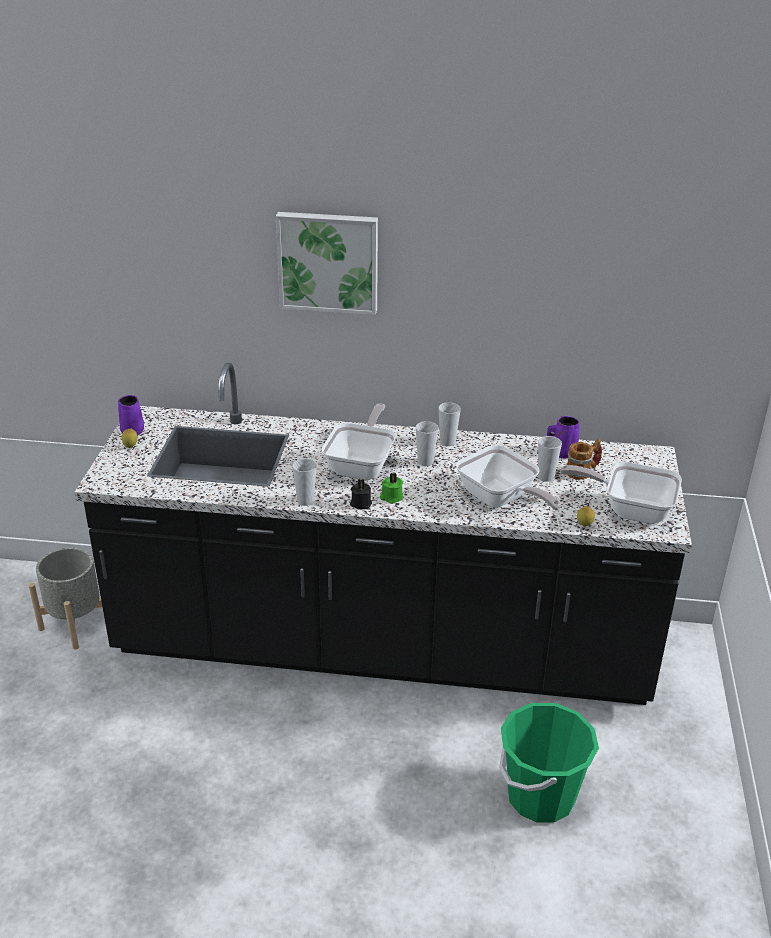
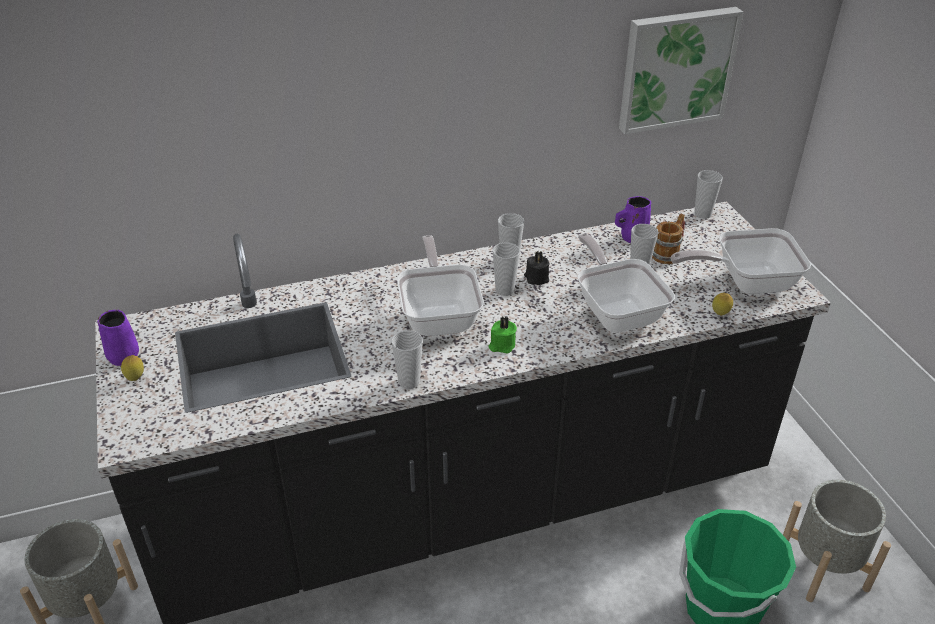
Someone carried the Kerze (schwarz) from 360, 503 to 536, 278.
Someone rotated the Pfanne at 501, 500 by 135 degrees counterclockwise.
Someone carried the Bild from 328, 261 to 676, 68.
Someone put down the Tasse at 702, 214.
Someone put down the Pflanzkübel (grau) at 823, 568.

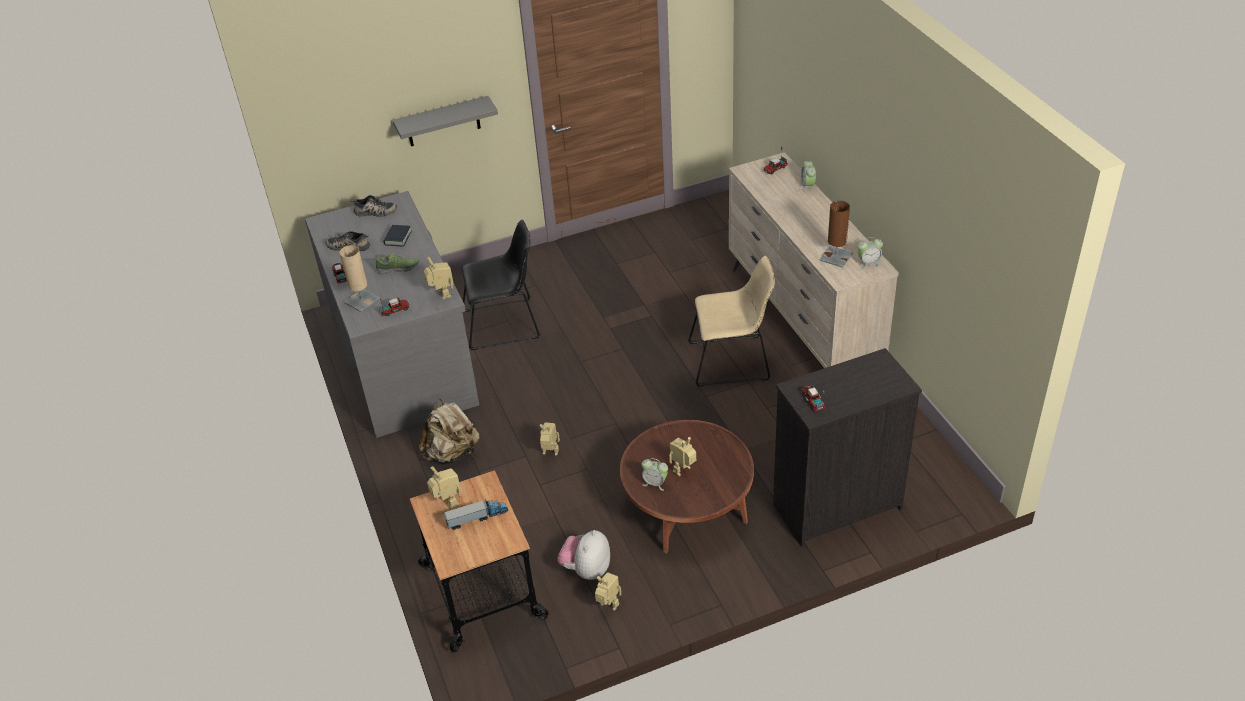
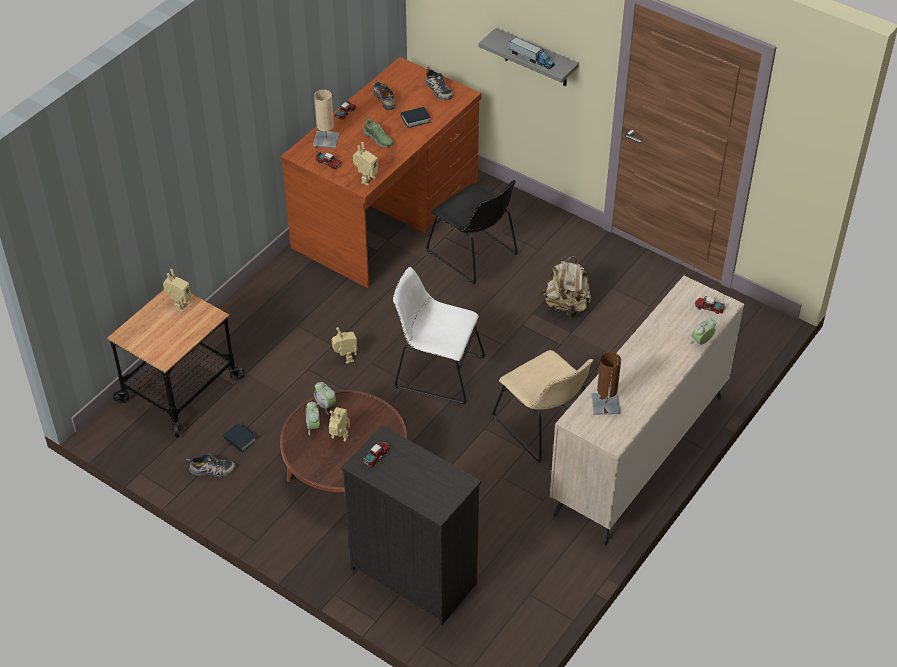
Someone swapped the Spielzeugroboter at 608, 606 for the Schuh at 211, 470.
Someone swapped the Plüschtier at 586, 569 for the Buch at 240, 440.
Someone repainted the Schreibtisch (grau) at 403, 358, which became the Schreibtisch (braun) at 387, 216.
Someone carried the Wecker from 868, 263 to 325, 405.
Someone put down the Stuhl (weiß) at 436, 371.
Someone carried the Spielzeuglaster from 477, 518 to 531, 58.
Someone carried the Rucksack (beige) from 452, 453 to 566, 306.

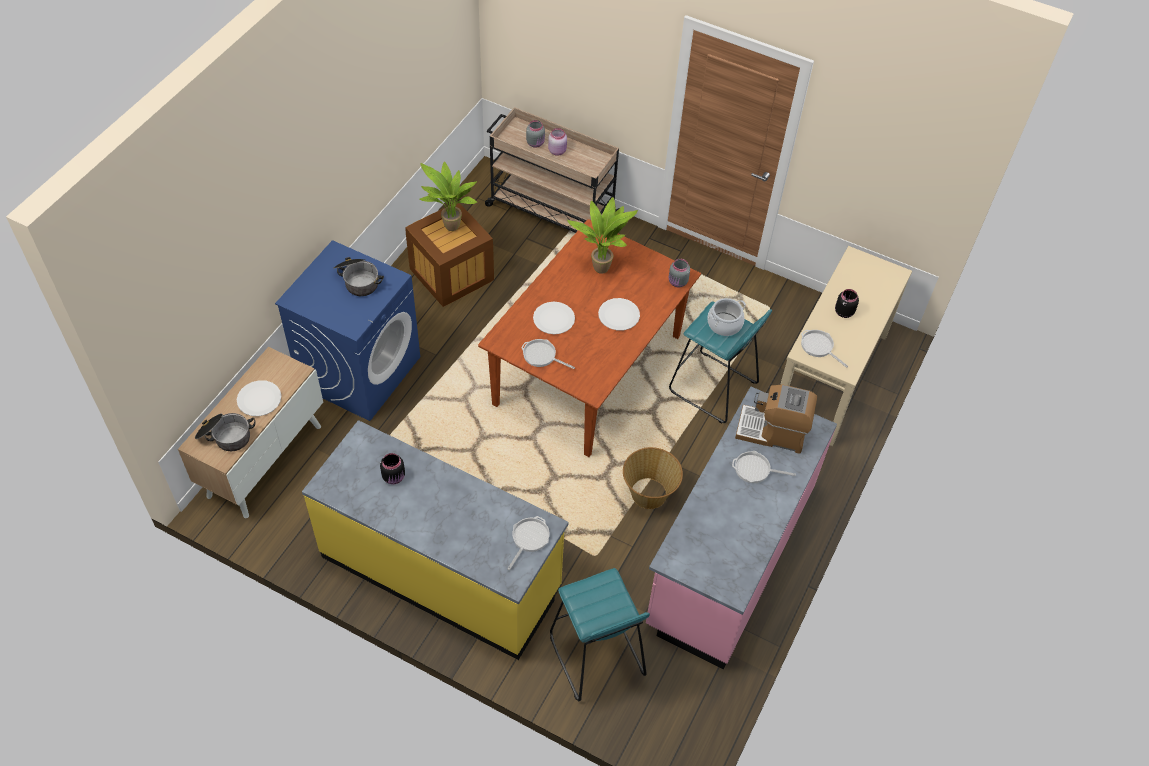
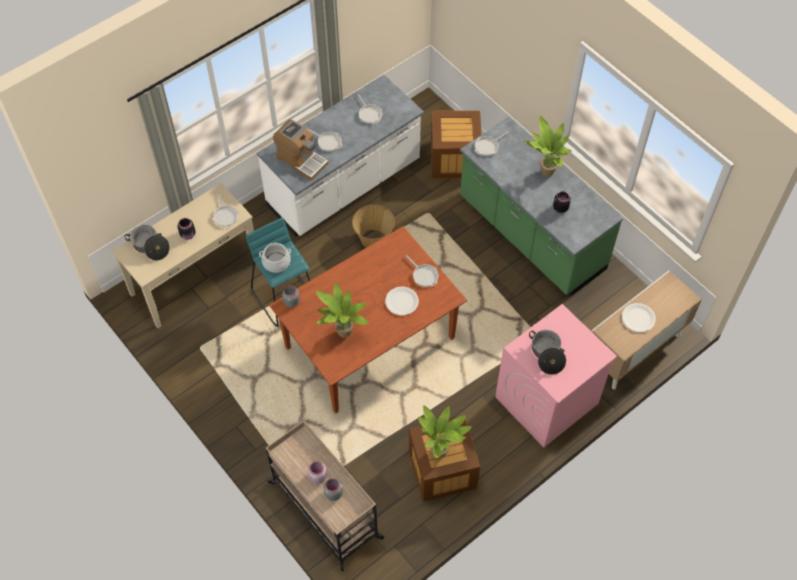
Someone carried the Kochtopf from 225, 437 to 150, 247.
Someone repainted the Küchenzeile (rosa) at 728, 557, which became the Küchenzeile (weiß) at 344, 185.
Someone put down the Pfanne at 369, 114.
Someone swapped the Hocker (türkis) at 596, 656 for the Kiste at 454, 159.
Someone repainted the Küchenzeile (gelb) at 441, 571, which became the Küchenzeile (grün) at 530, 235.
Someone repainted the Waschmaschine (blau) at 359, 371, which became the Waschmaschine (rosa) at 546, 401.
Someone put down the Topfpflanze at 545, 173.
Someone took away the Teller (weiß) at 619, 315.

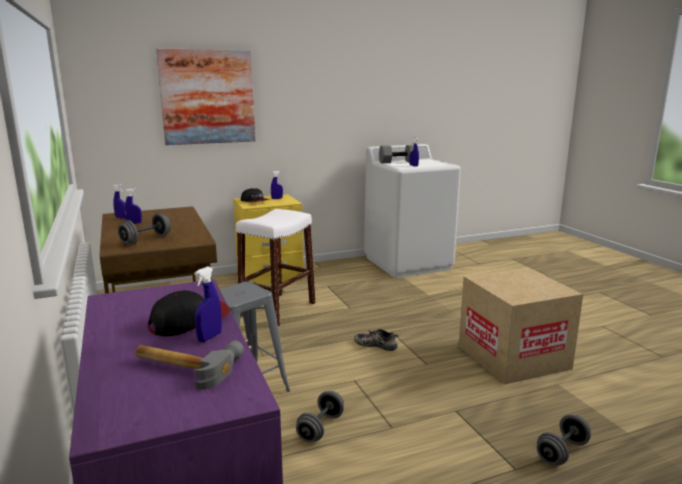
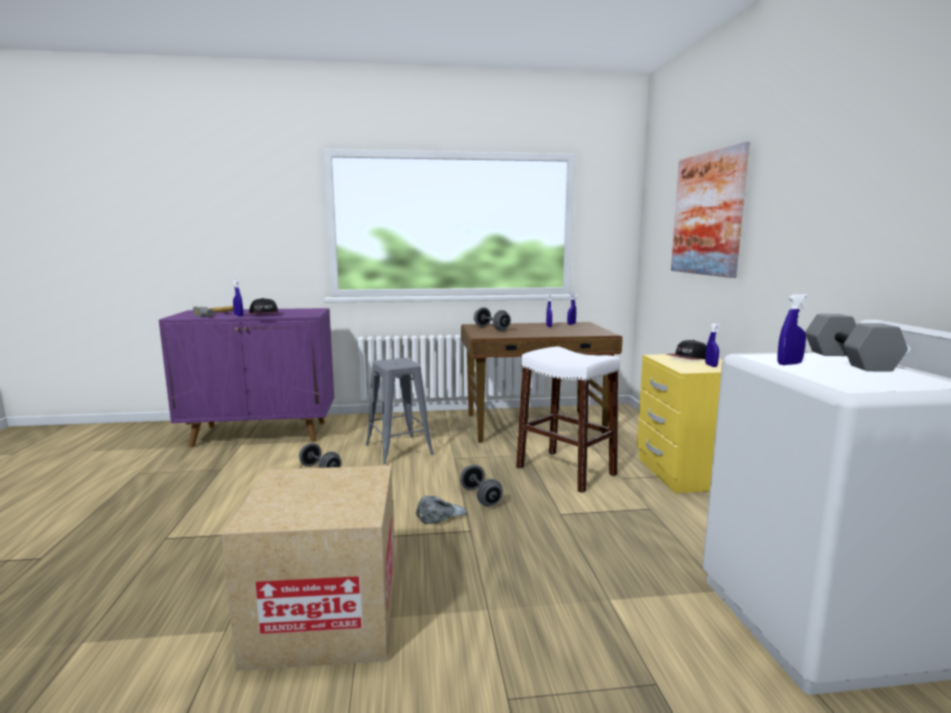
Someone swapped the Schuh at 376, 344 for the Kappe (grau) at 441, 514.
Someone carried the Hantel (grau) from 562, 452 to 480, 497.

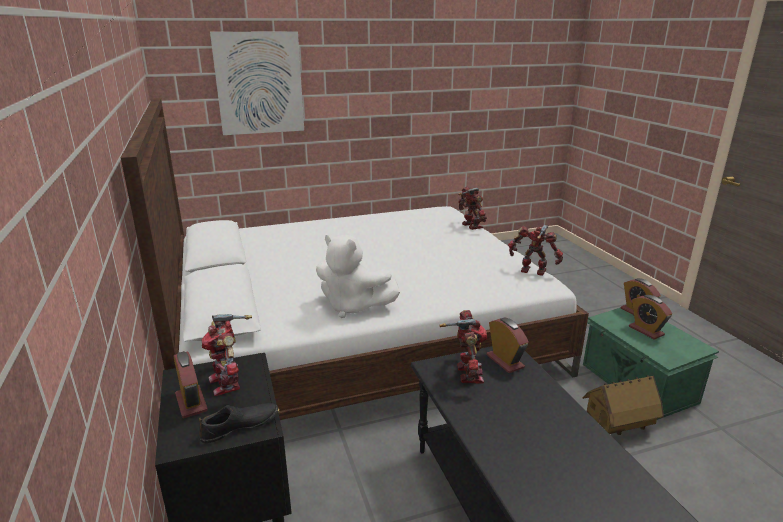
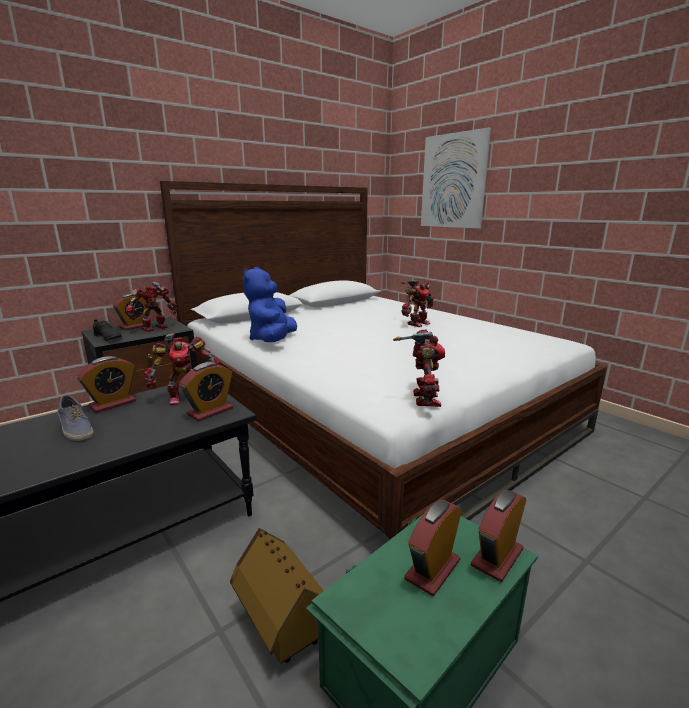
Someone put down the Schuh at 75, 429.
Someone put down the Wecker at 113, 404.
Someone repainted the Plüschtier (weiß) at 353, 306, which became the Plüschtier (blau) at 272, 340.
Someone carried the Spielzeugroboter from 470, 226 to 417, 323.

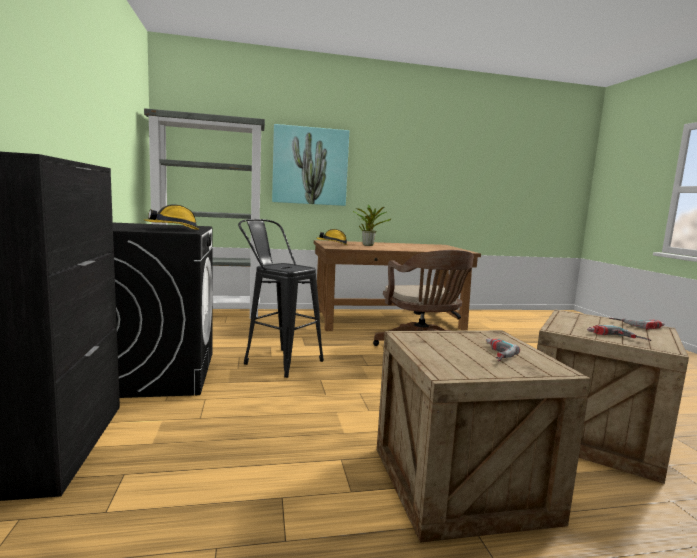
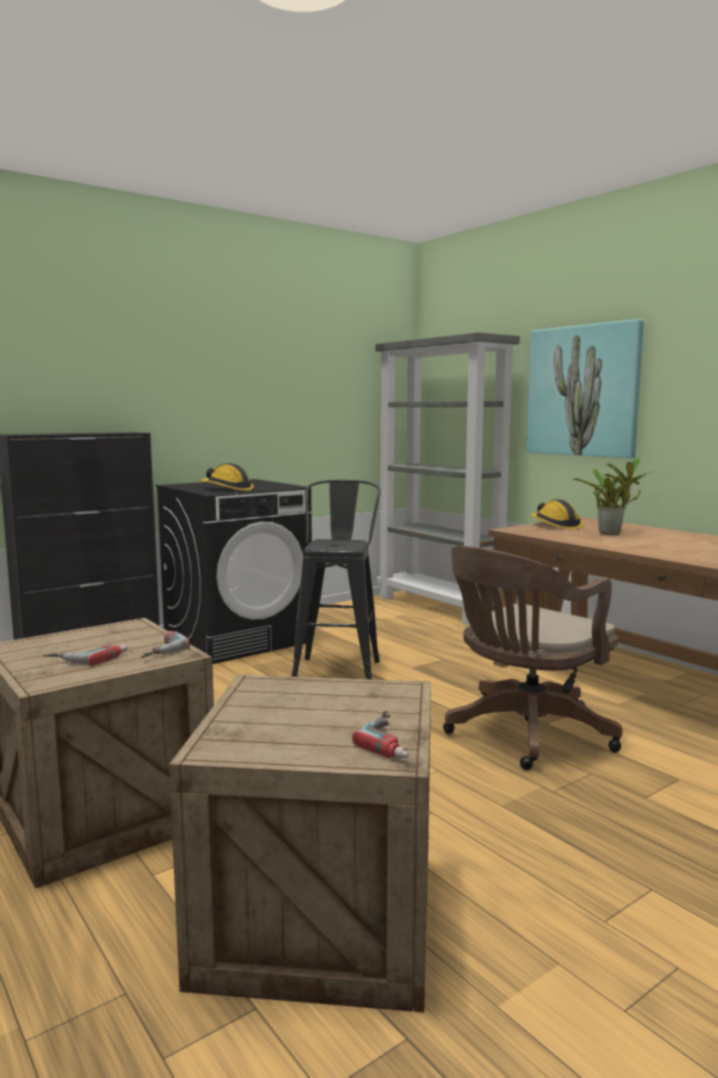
Someone carried the Bohrmaschine from 616, 338 to 158, 649.

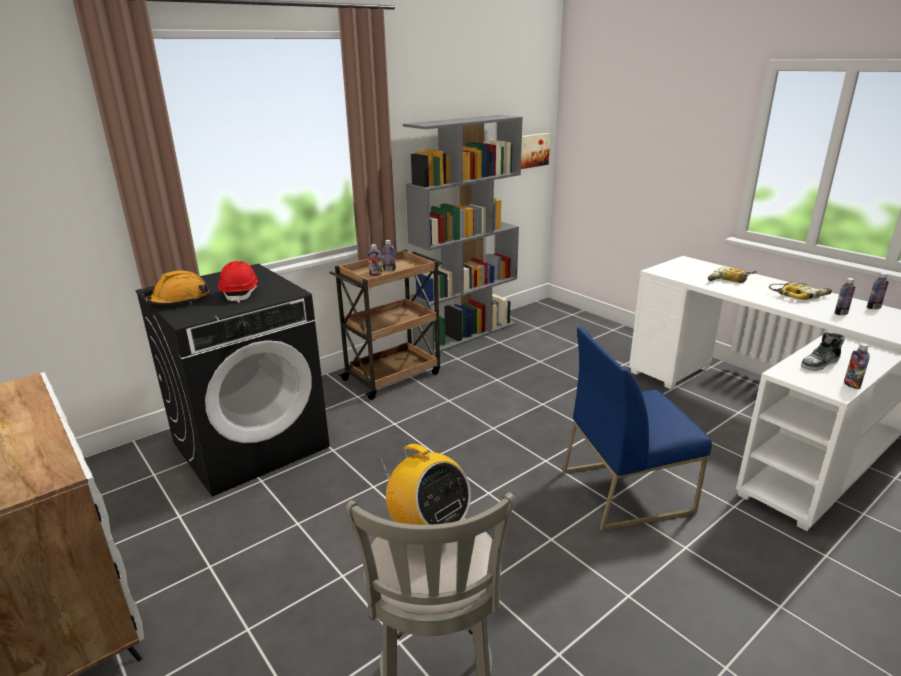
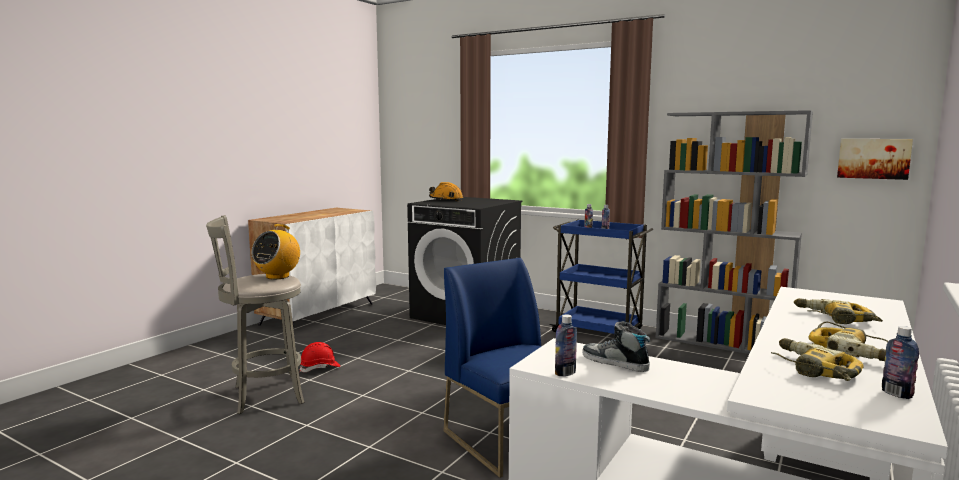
Someone carried the Schutzhelm (rot) from 241, 293 to 320, 368.
Someone repainted the Rollwagen (braun) at 393, 376, which became the Rollwagen (blau) at 599, 332.
Someone swapped the Flasche at 841, 313 for the Bohrmaschine at 811, 369.

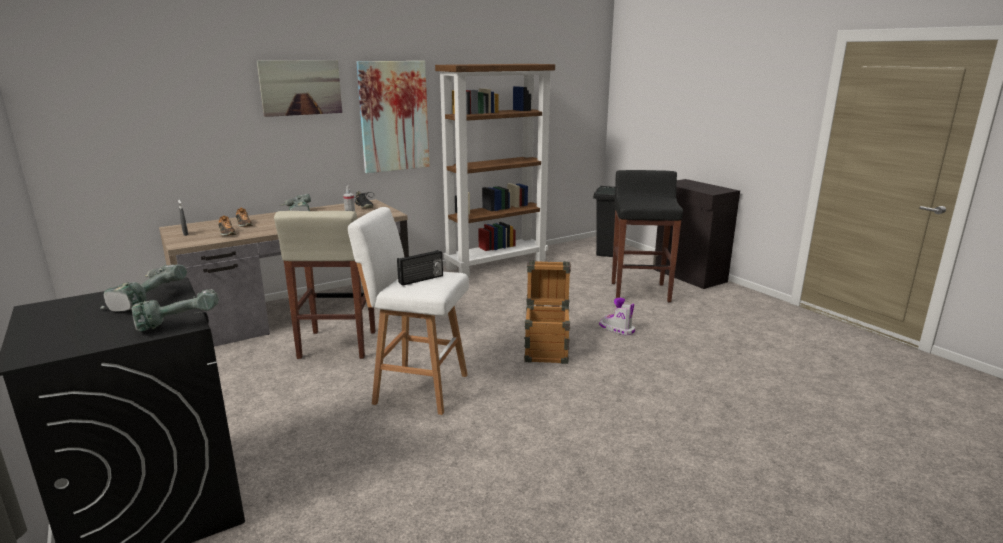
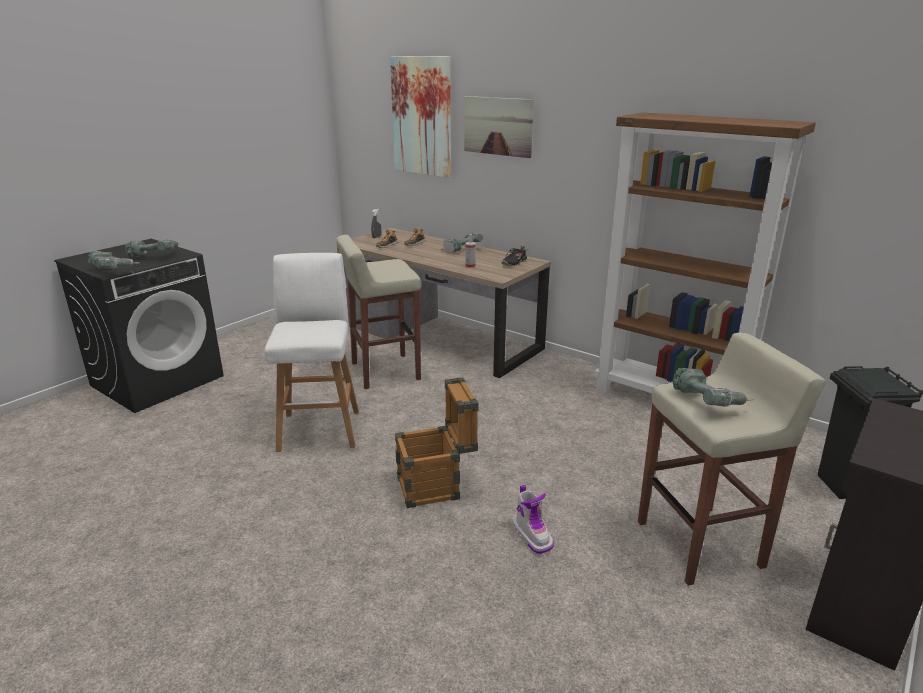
Someone carried the Bild from 394, 116 to 422, 116.
Someone rotated the Stiefel at 616, 329 by 135 degrees clockwise.
Someone repainted the Hocker (schwarz) at 640, 292, which became the Hocker (beige) at 701, 544.
Someone put down the Bohrmaschine at 708, 402.
Someone took away the Radio at 421, 279.

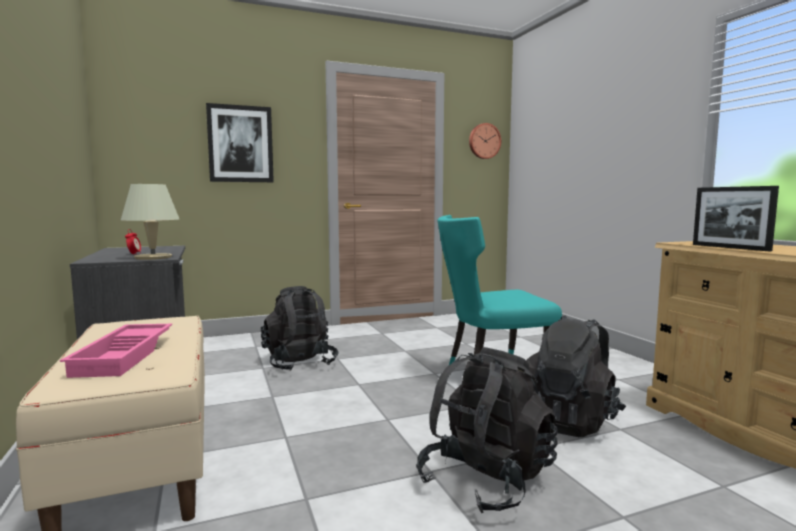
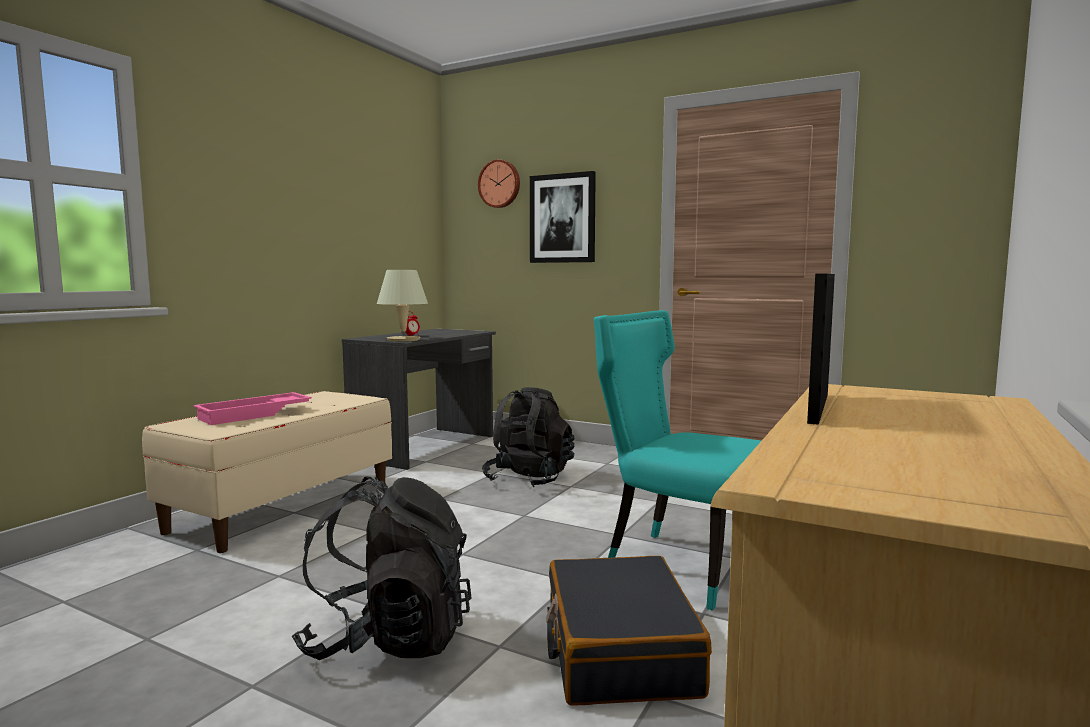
Someone carried the Wanduhr from 484, 141 to 500, 184.
Someone swapped the Rucksack (schwarz) at 570, 421 for the Koffer (schwarz) at 619, 650.

